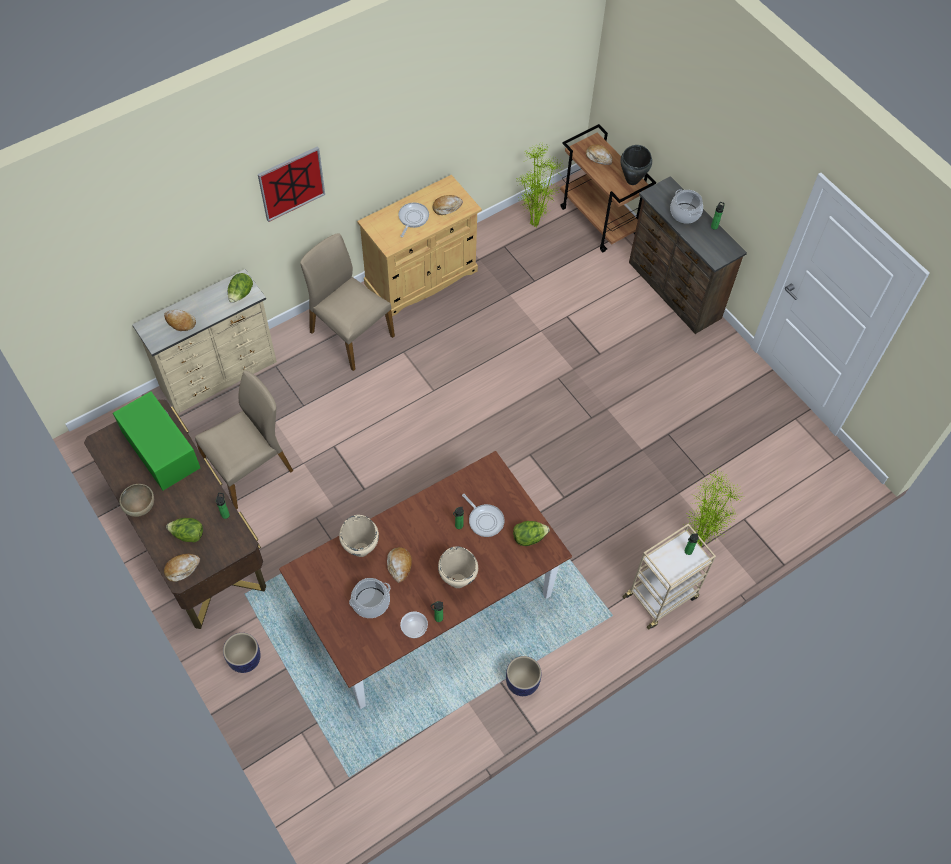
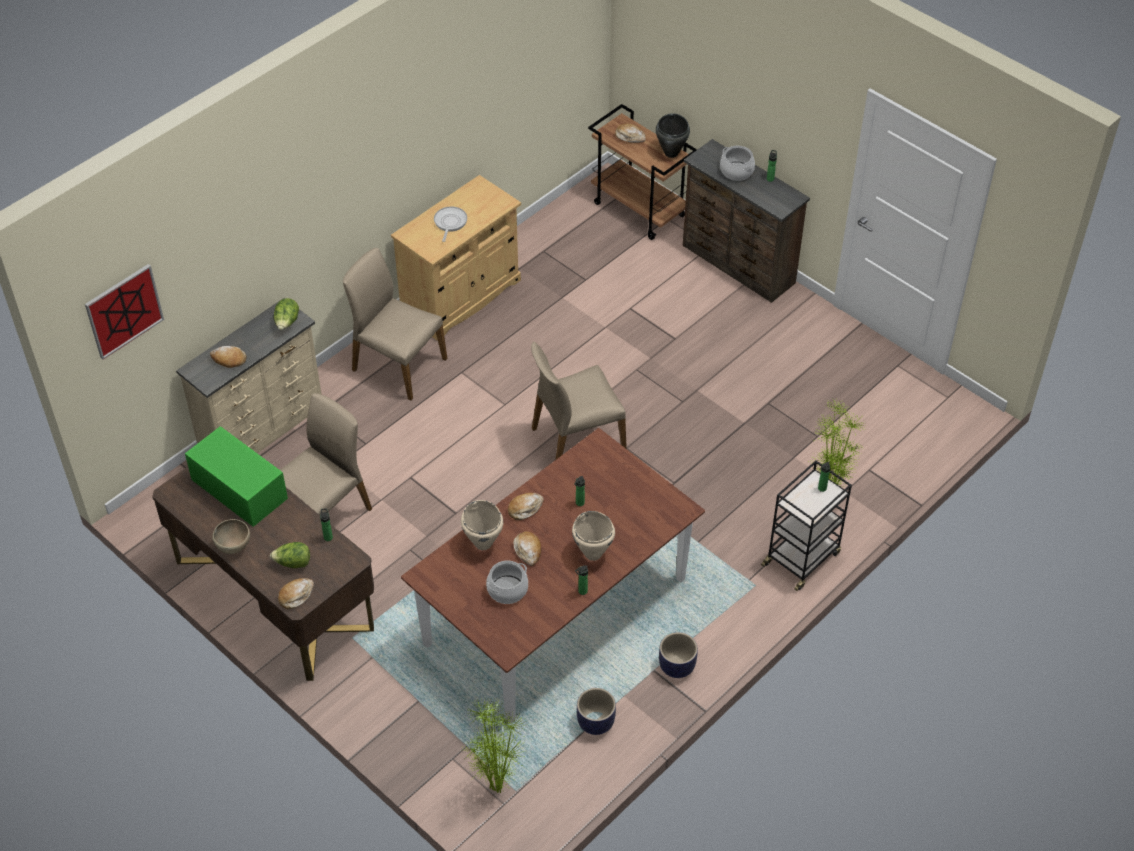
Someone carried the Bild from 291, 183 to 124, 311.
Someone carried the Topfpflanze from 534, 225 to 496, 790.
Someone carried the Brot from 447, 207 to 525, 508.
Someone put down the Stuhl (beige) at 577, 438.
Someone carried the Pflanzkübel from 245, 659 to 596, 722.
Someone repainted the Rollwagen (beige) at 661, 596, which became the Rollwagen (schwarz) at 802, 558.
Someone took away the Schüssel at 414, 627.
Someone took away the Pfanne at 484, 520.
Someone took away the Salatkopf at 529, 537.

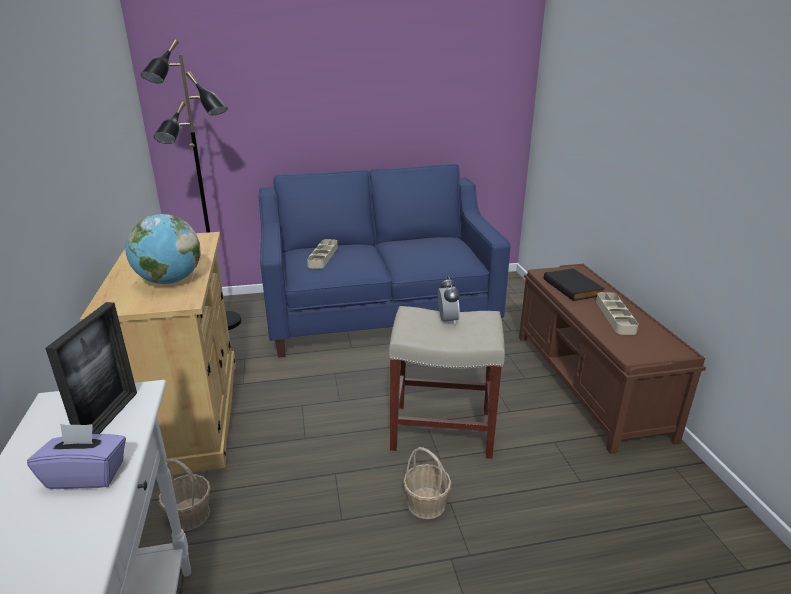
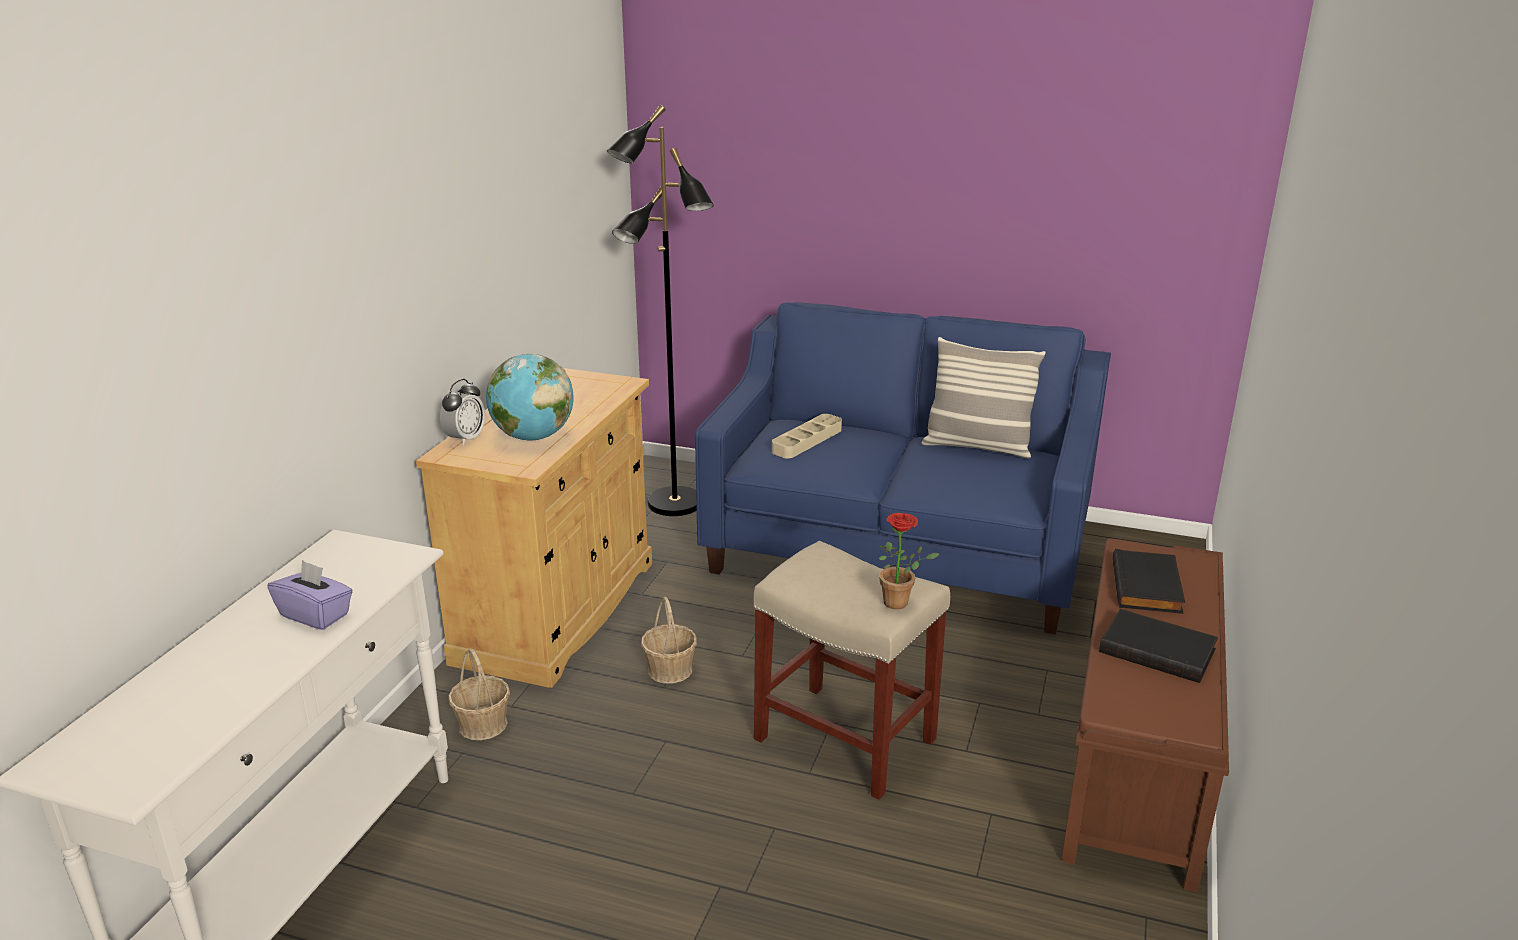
Someone carried the Wecker from 447, 321 to 465, 439.
Someone carried the Korb from 426, 503 to 670, 669.
Someone put down the Topfpflanze at 901, 603.
Someone put down the Kissen at 977, 447.
Someone swapped the Tablett (beige) at 615, 316 for the Buch (schwarz) at 1158, 650.
Someone took away the Bilderrahmen at 109, 418.

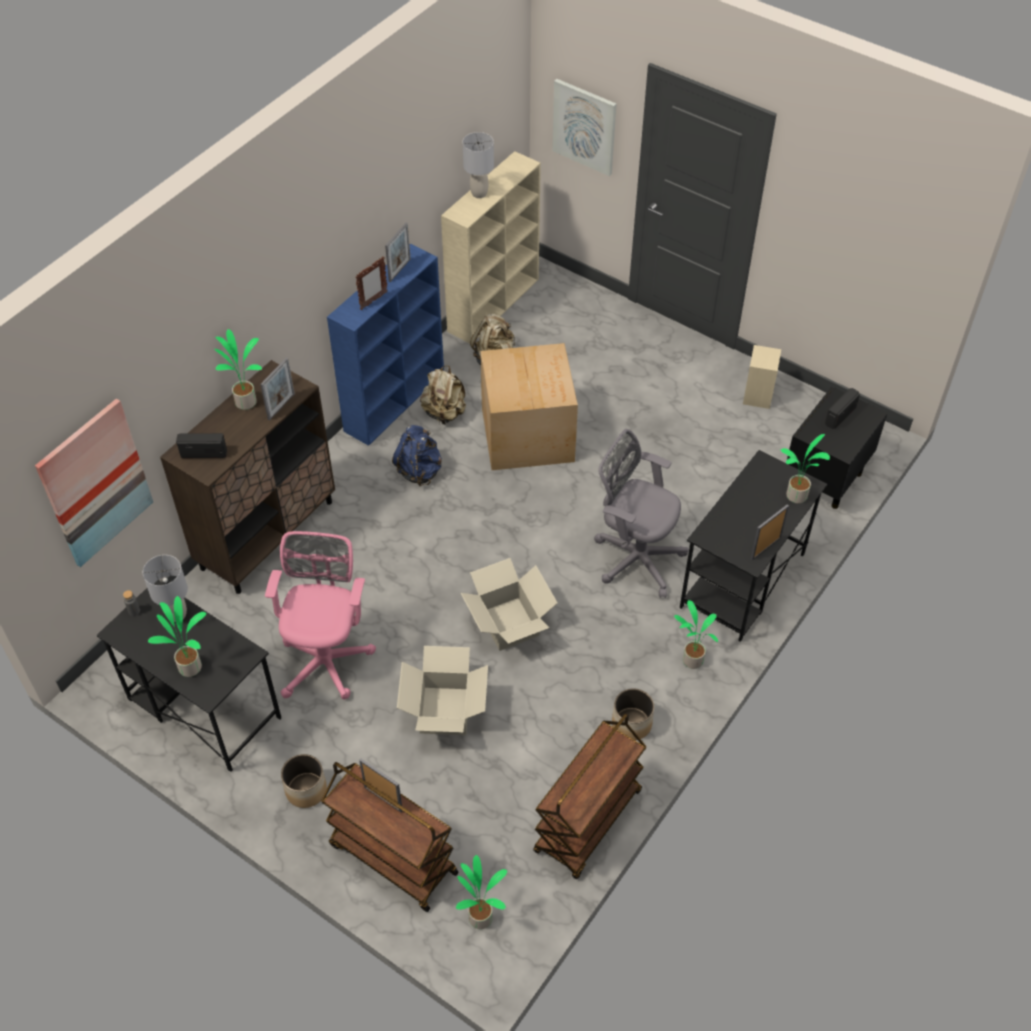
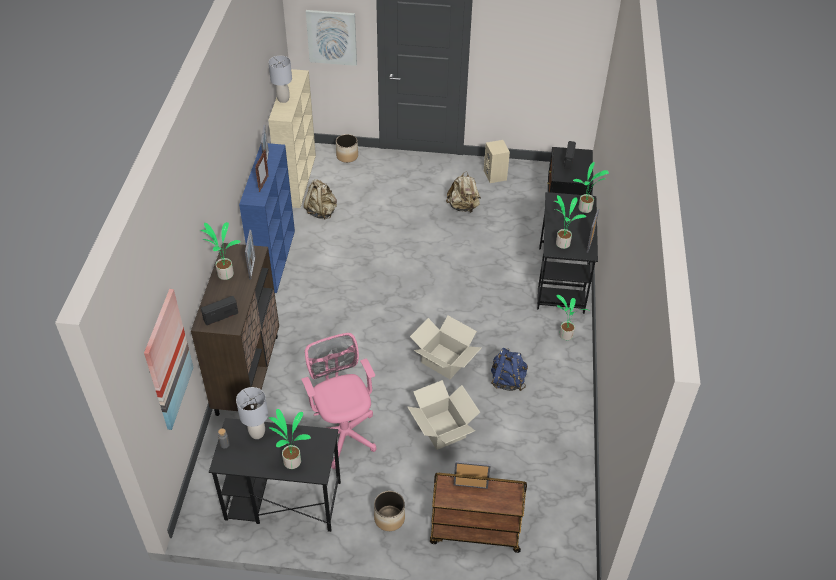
Someone carried the Pflanzkübel from 632, 724 to 347, 156.
Someone carried the Rucksack (beige) from 444, 413 to 463, 207.
Someone carried the Rucksack (blau) from 419, 470 to 507, 380.
Someone carried the Topfpflanze from 481, 916 to 562, 243.
Someone took away the Karton at 528, 433.
Someone took away the Rollwagen (braun) at 588, 822.
Someone took away the Bürostuhl (grau) at 635, 557.

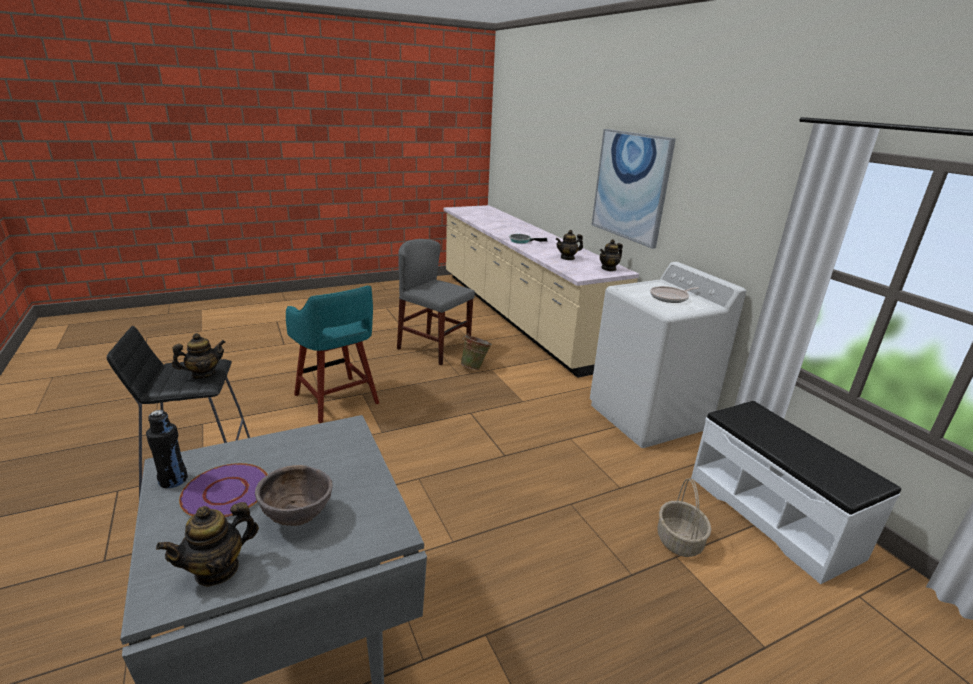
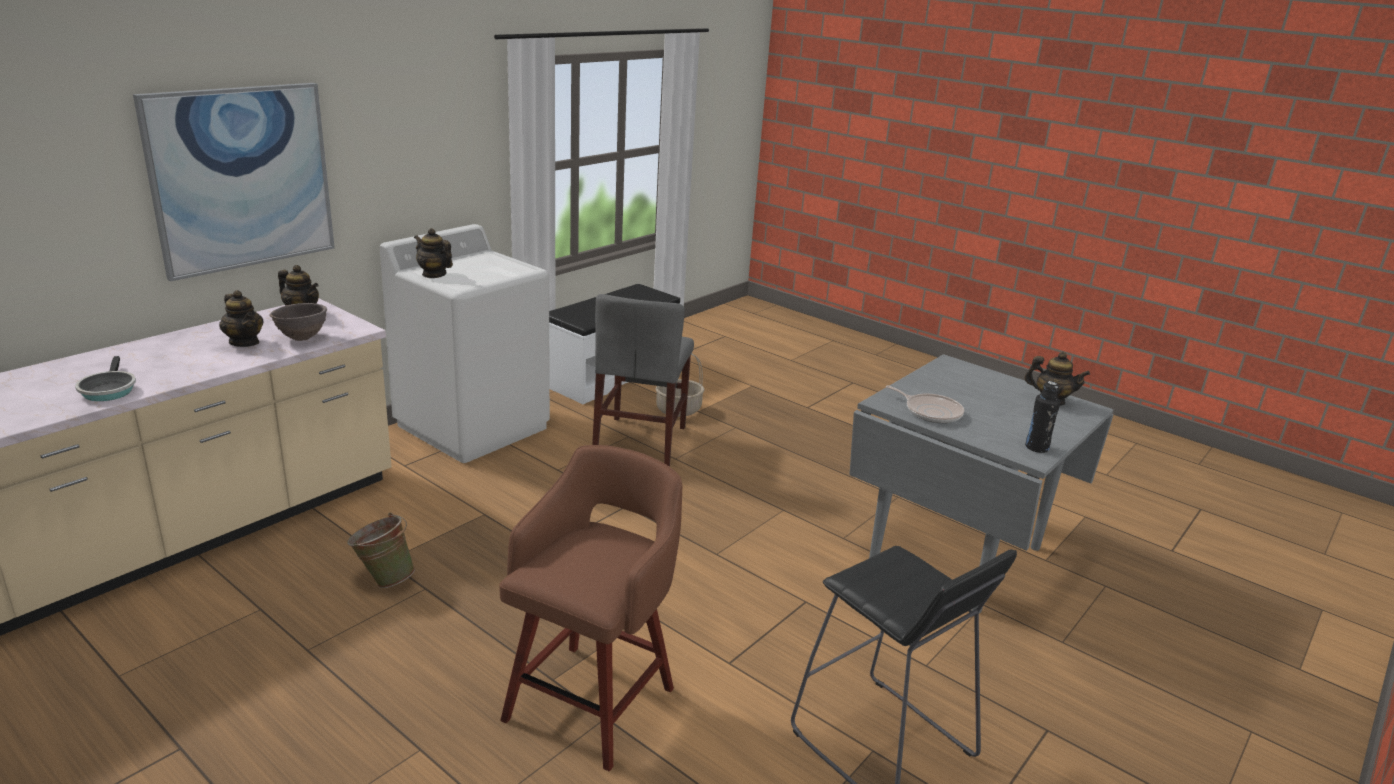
Someone carried the Schüssel (braun) from 298, 518 to 302, 338.
Someone carried the Teekanne from 203, 374 to 434, 274.
Someone repainted the Hocker (türkis) at 337, 400, which became the Hocker (braun) at 593, 700.
Someone carried the Stuhl (grau) from 434, 348 to 640, 442.
Someone carried the Pfanne from 670, 297 to 930, 412.
Someone took away the Teller (lila) at 225, 492.

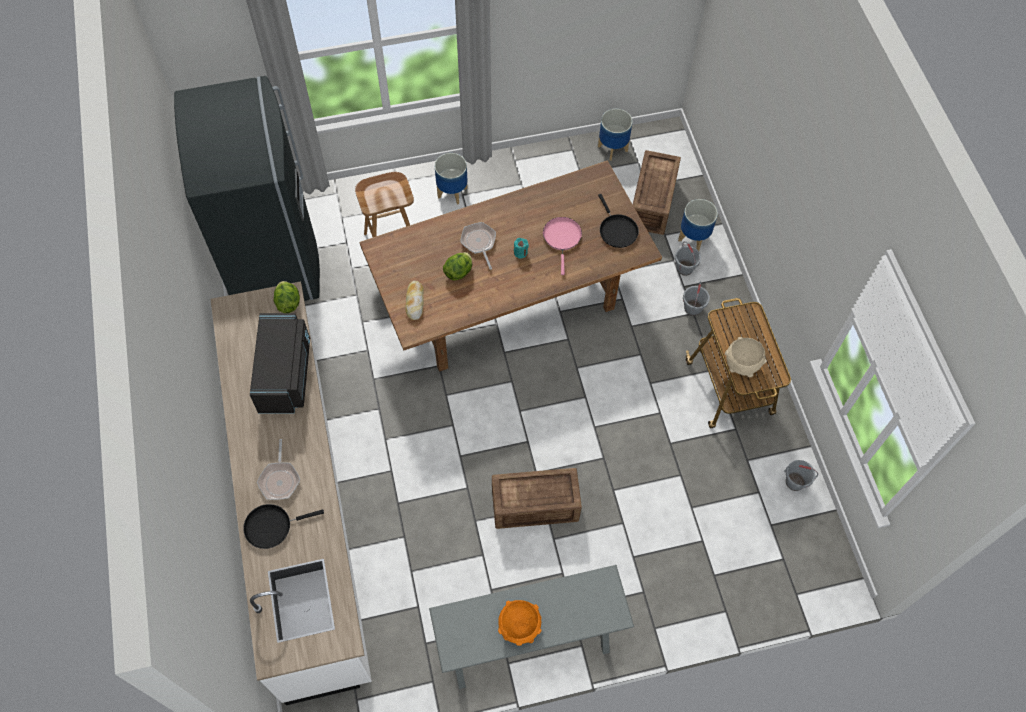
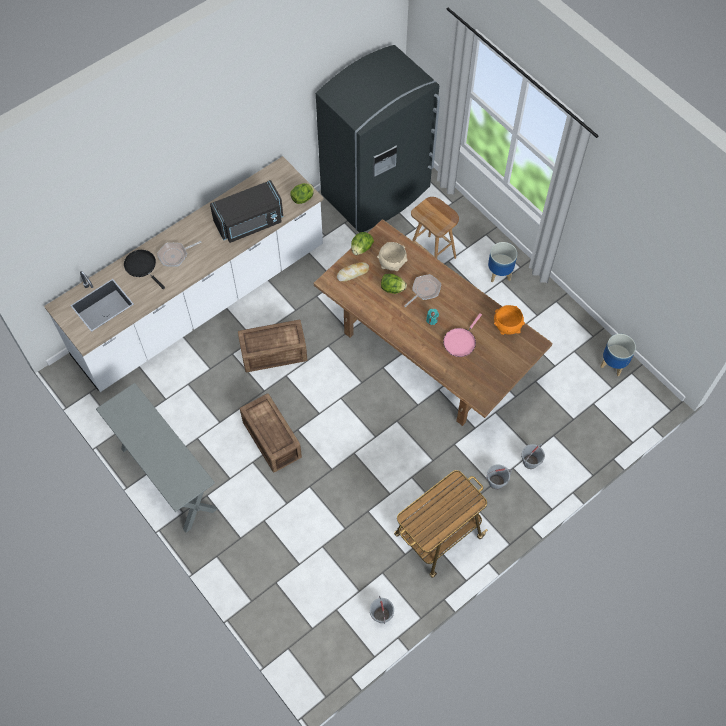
Someone carried the Kiste from 651, 203 to 272, 352.
Someone put down the Salatkopf at 361, 248.
Someone carried the Schüssel (beige) from 741, 365 to 392, 264.
Someone rotated the Pfanne (rosa) at 562, 238 by 150 degrees clockwise.
Someone carried the Schüssel (orange) from 519, 627 to 507, 327.
Someone took away the Pfanne (schwarz) at 617, 230.
Someone took away the Pflanzkübel at 694, 238.

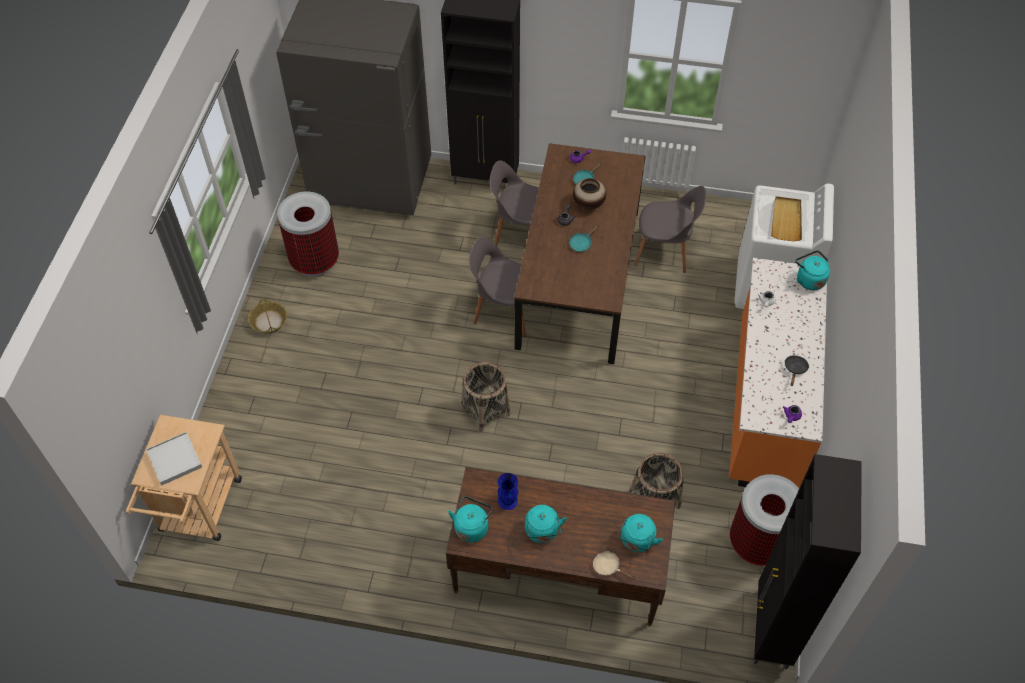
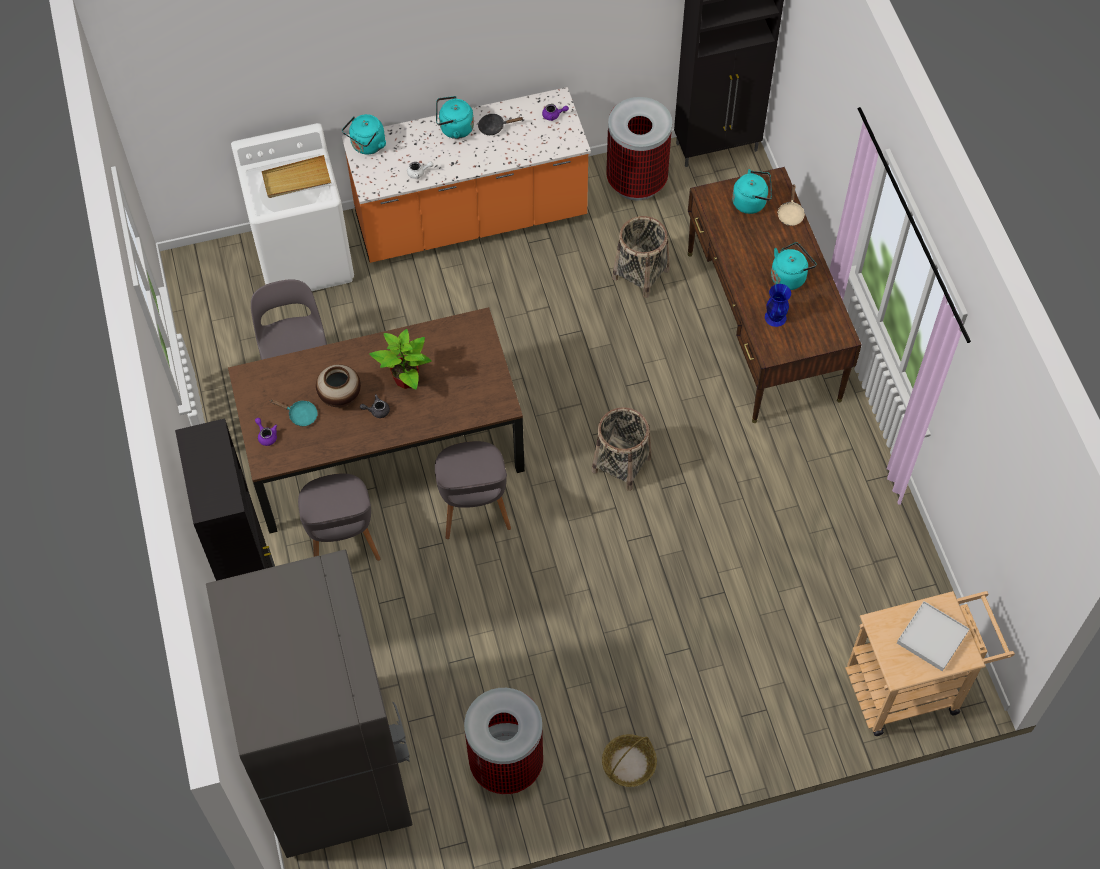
Someone swapped the Pfanne (türkis) at 582, 243 for the Topfpflanze at 406, 380.
Someone carried the Wasserkessel (türkis) from 472, 527 to 454, 129.

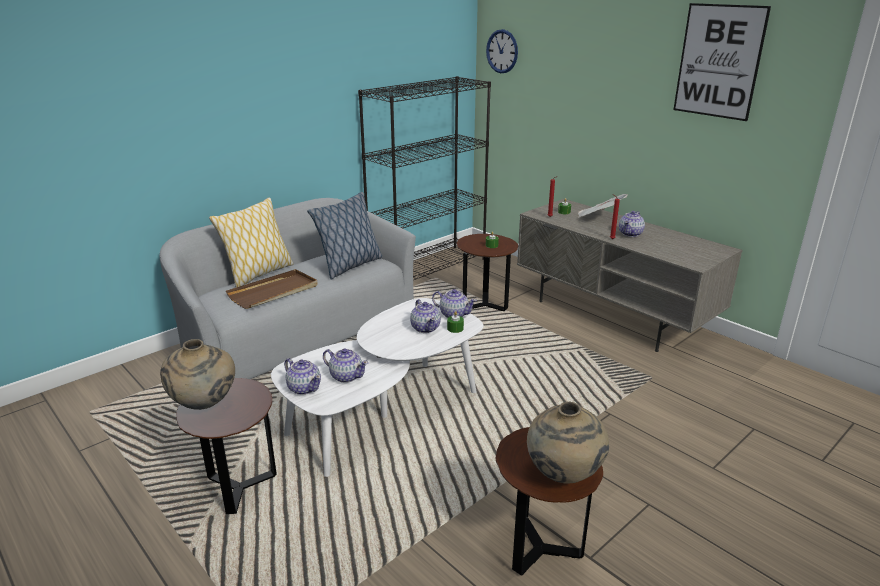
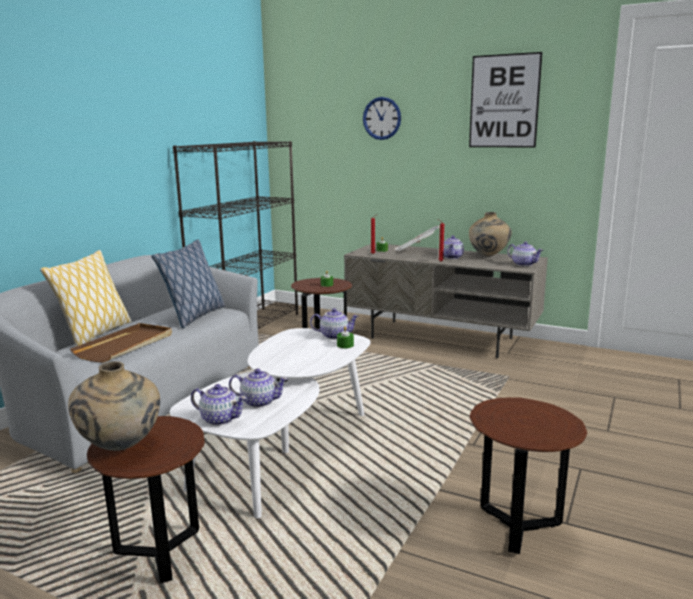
Someone carried the Wanduhr from 502, 51 to 382, 118.
Someone carried the Vase (beige) from 564, 477 to 488, 256.
Someone carried the Teekanne from 425, 328 to 524, 264.

